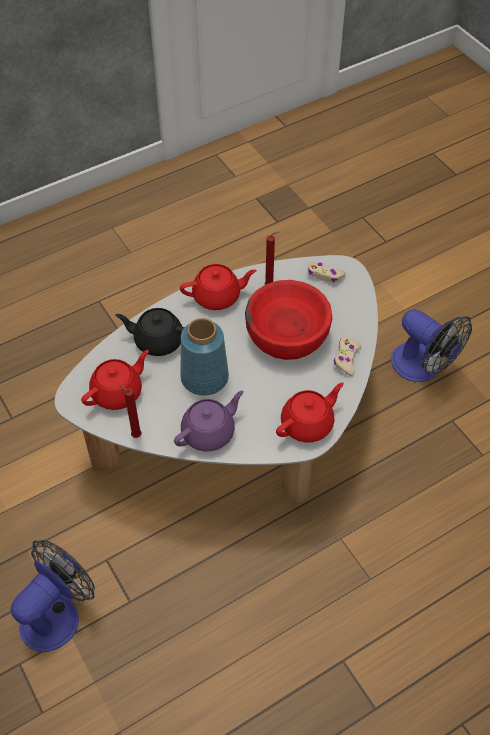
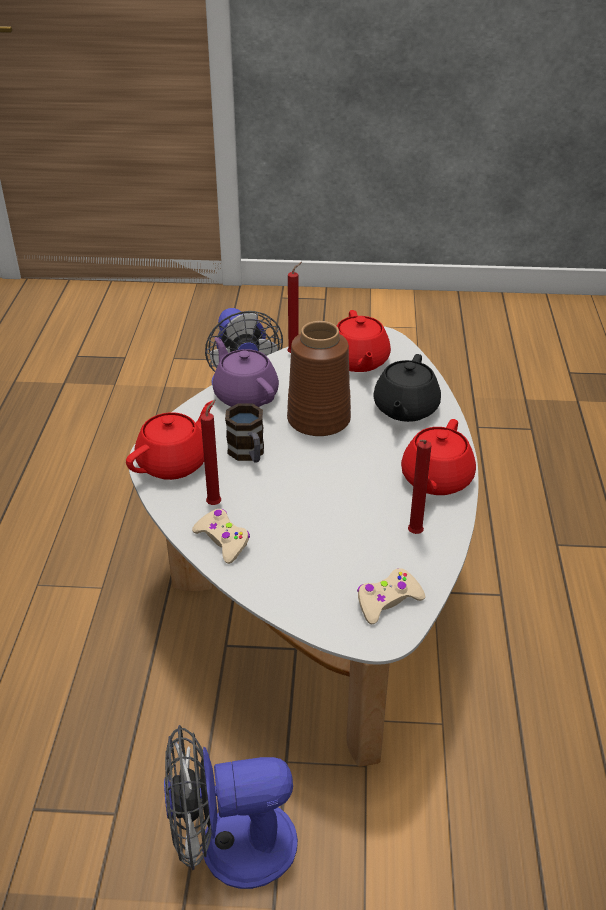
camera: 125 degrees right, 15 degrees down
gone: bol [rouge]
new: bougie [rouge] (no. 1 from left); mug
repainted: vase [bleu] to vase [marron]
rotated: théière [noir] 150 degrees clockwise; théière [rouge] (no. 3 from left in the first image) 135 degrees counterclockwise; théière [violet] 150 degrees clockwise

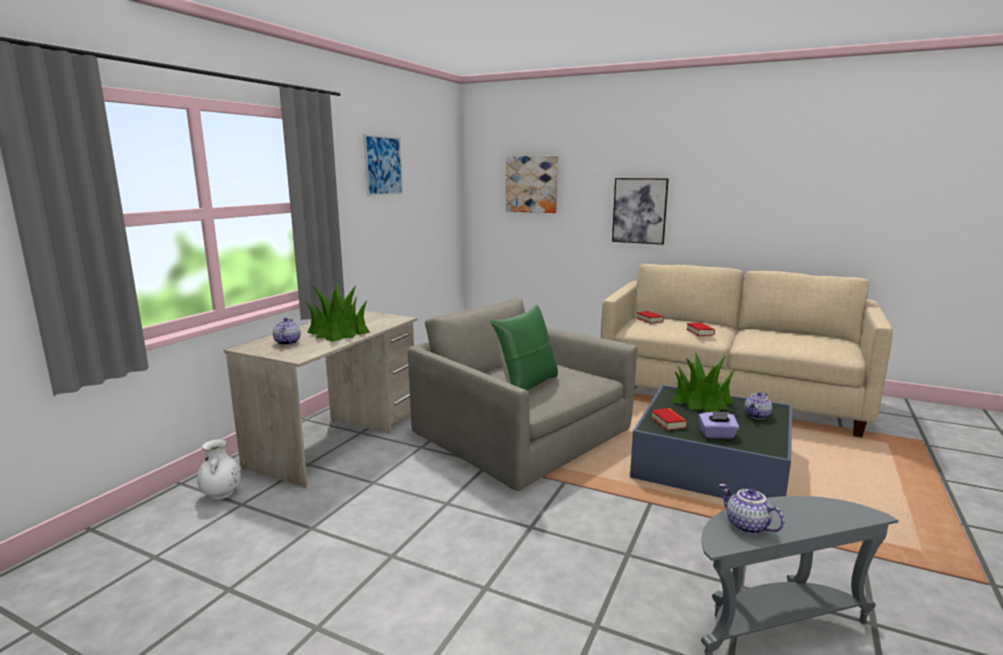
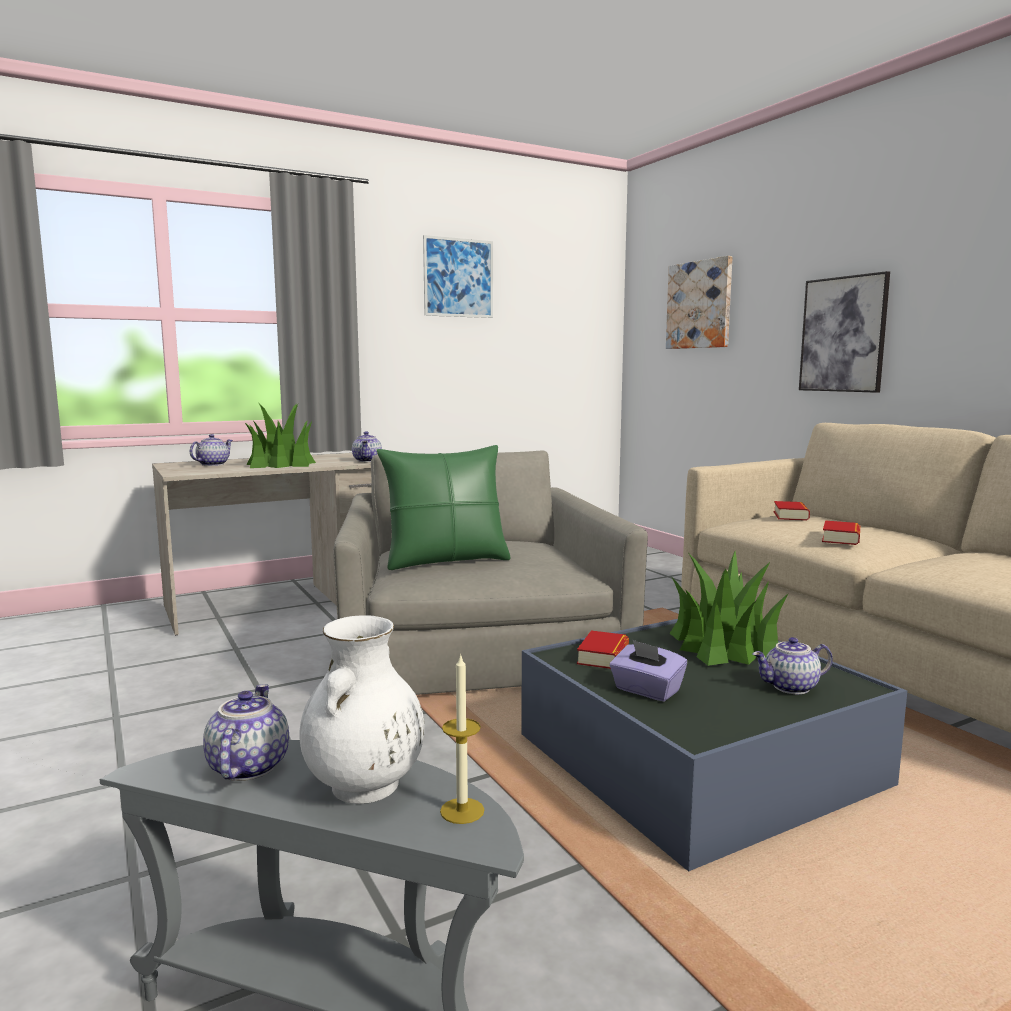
camera: 35 degrees right, 5 degrees down
new: théière (no. 3 from left); bougie
shifted: vase [blanc]

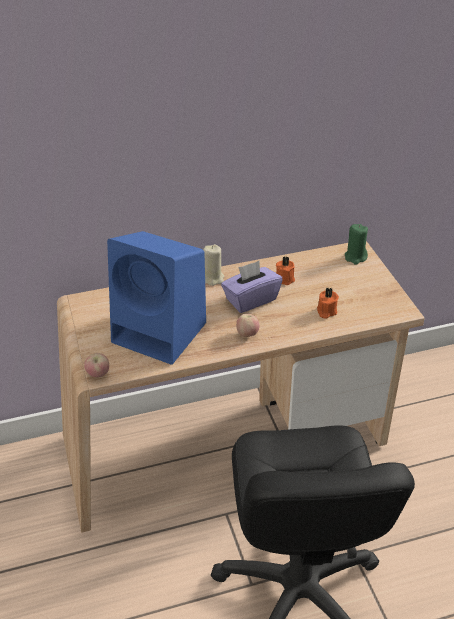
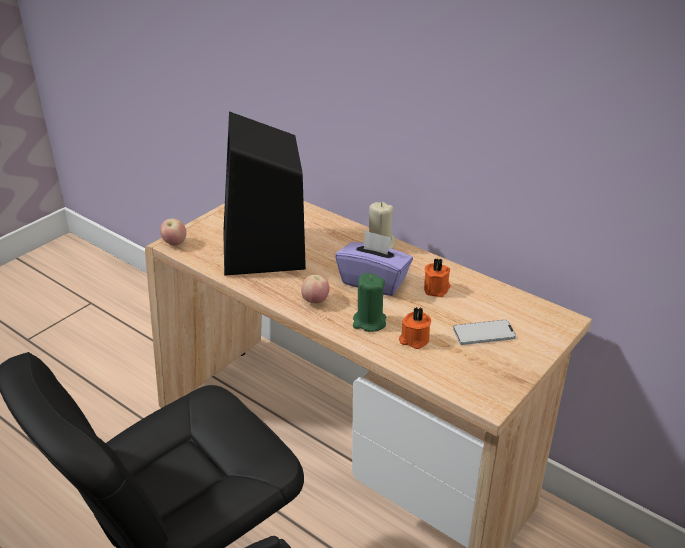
camera: 55 degrees right, 5 degrees down
new: téléphone
shifted: bougie [vert]
repainted: enceinte [bleu] to enceinte [noir]

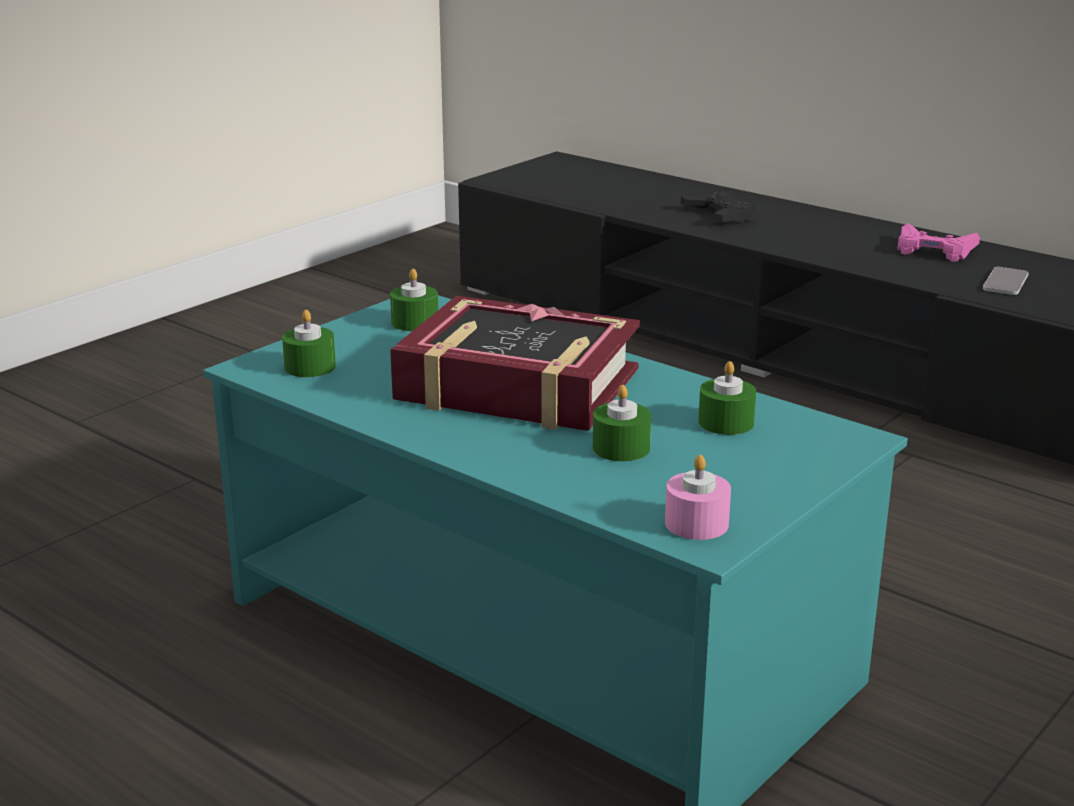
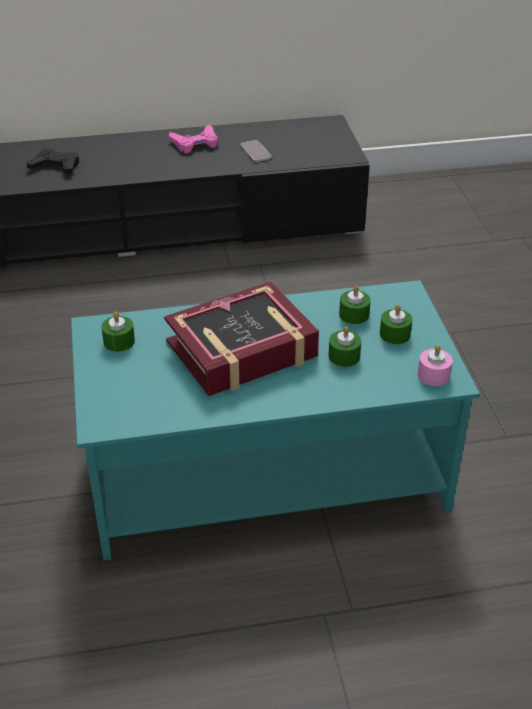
camera: 50 degrees left, 15 degrees up
shifted: bougie [vert] (no. 1 from left in the first image) to bougie [vert] (no. 4 from left)

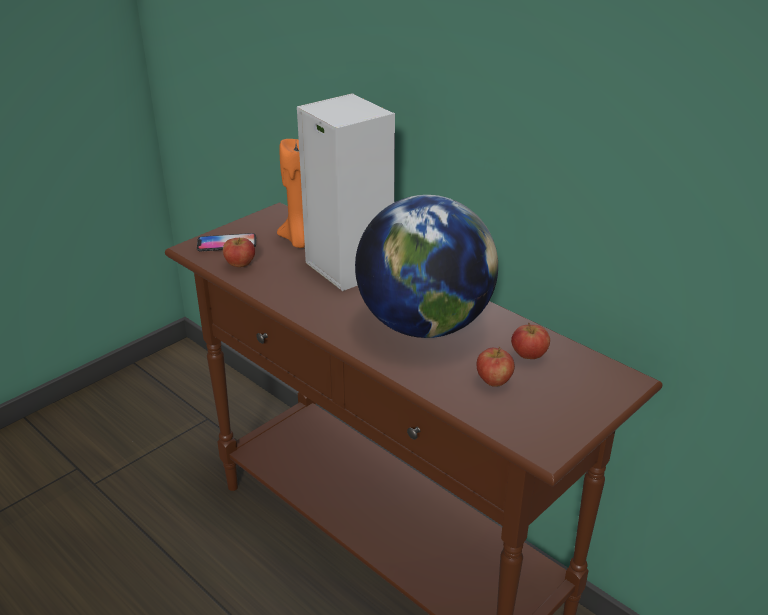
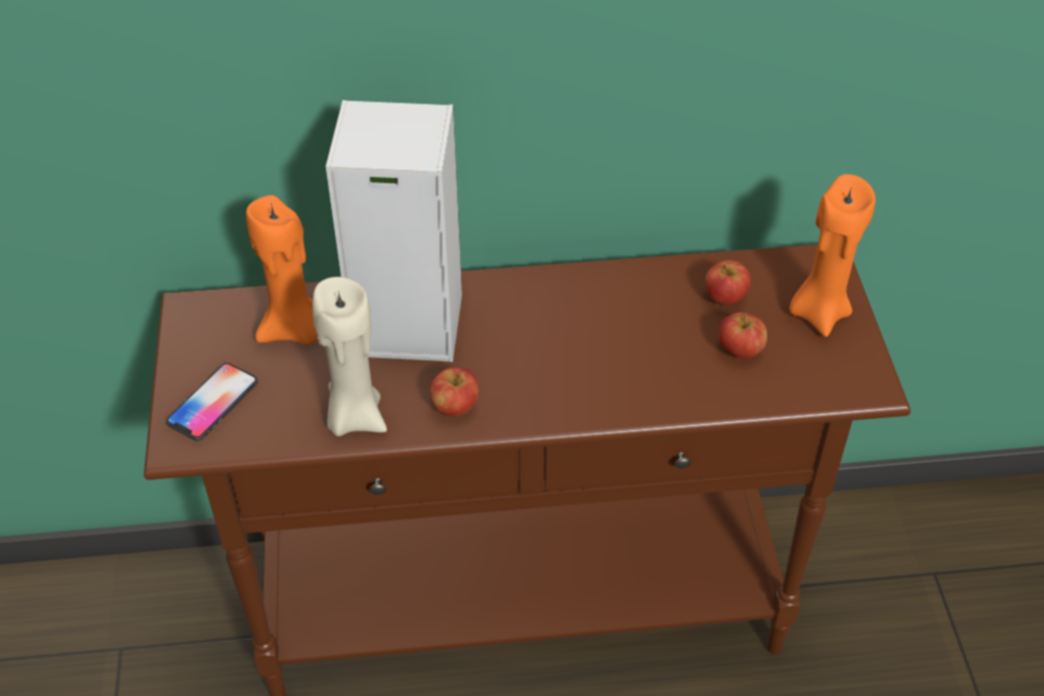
camera: 50 degrees left, 15 degrees up
gone: globe
new: bougie [orange] (no. 2 from left); bougie [beige]
shifted: pomme (no. 1 from left)

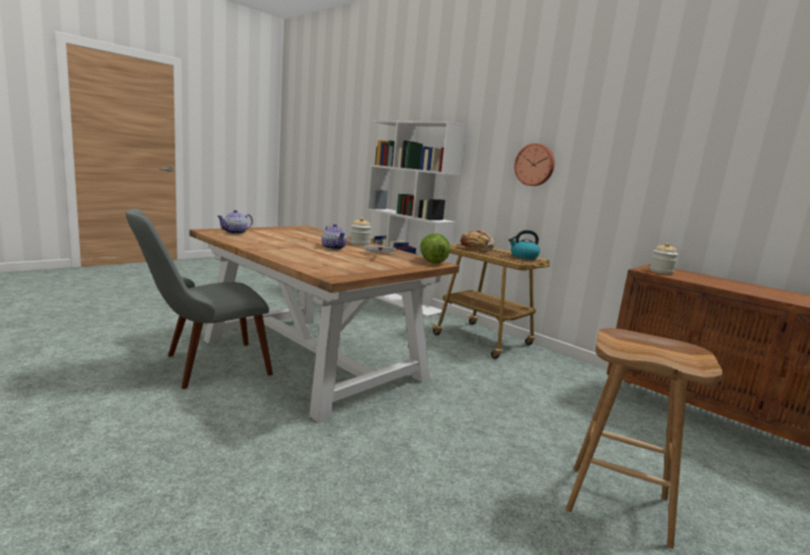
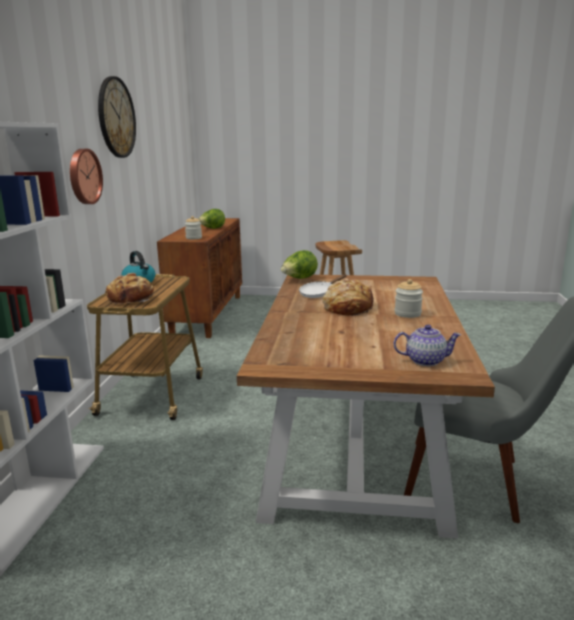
camera: 125 degrees left, 5 degrees up
new: horloge murale (no. 2 from left); laitue (no. 1 from left)
shifted: bocal (no. 1 from left in the first image) to bocal (no. 2 from left)
swapped: théière (no. 2 from left) to pain (no. 2 from left)

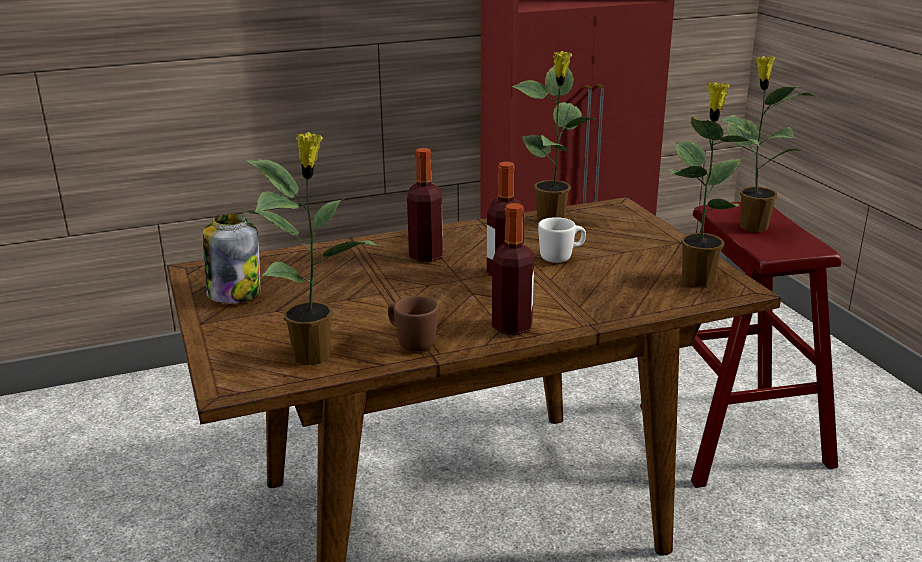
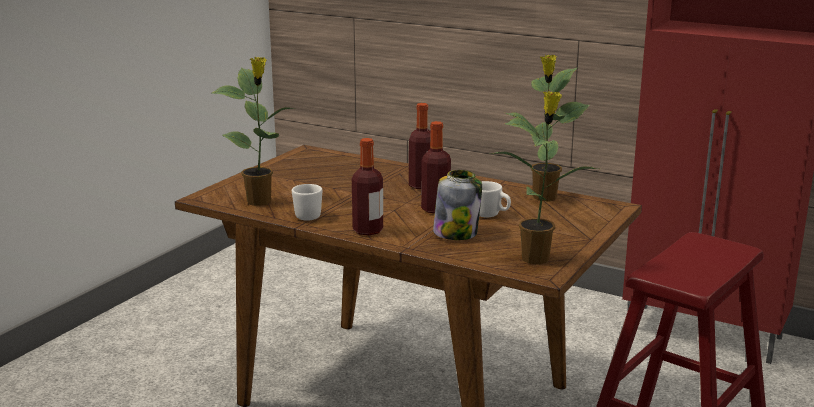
camera: 50 degrees right, 5 degrees down
gone: plante en pot (no. 4 from left)
shifted: bocal
repainted: mug [marron] to mug [blanc] (no. 1 from left)

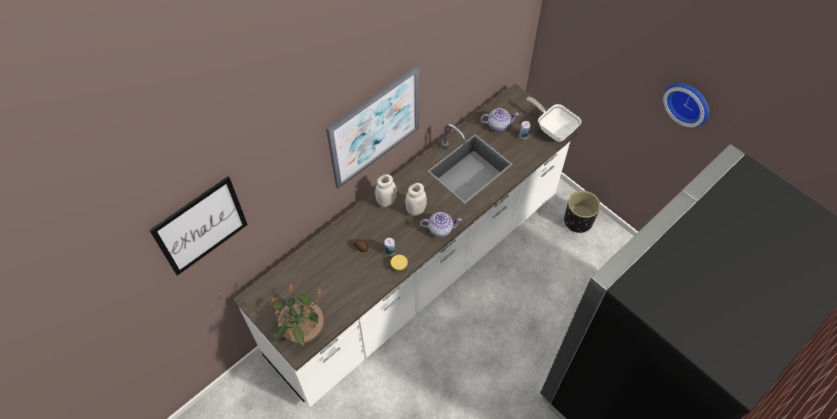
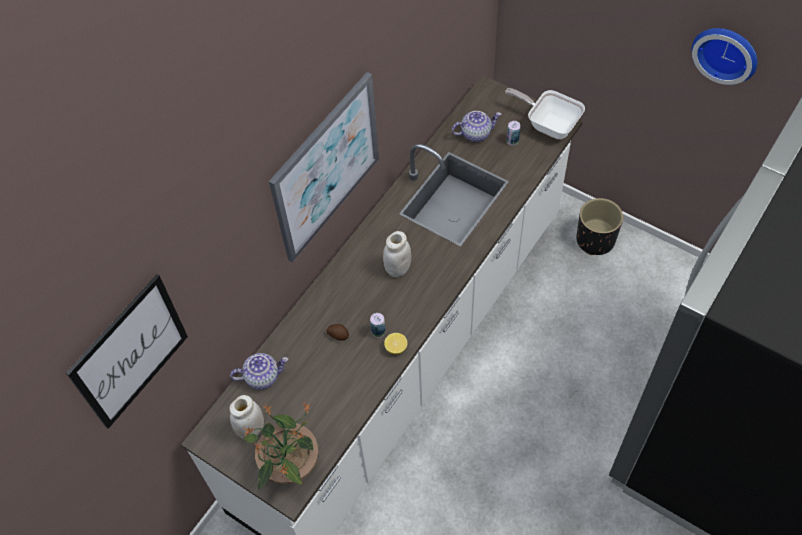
camera: 10 degrees left, 0 degrees up
shifted: bocal [blanc] (no. 1 from left); théière (no. 1 from left)

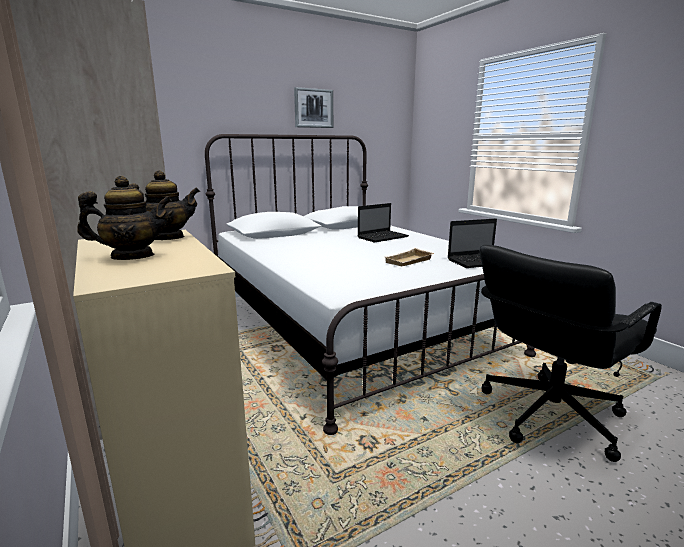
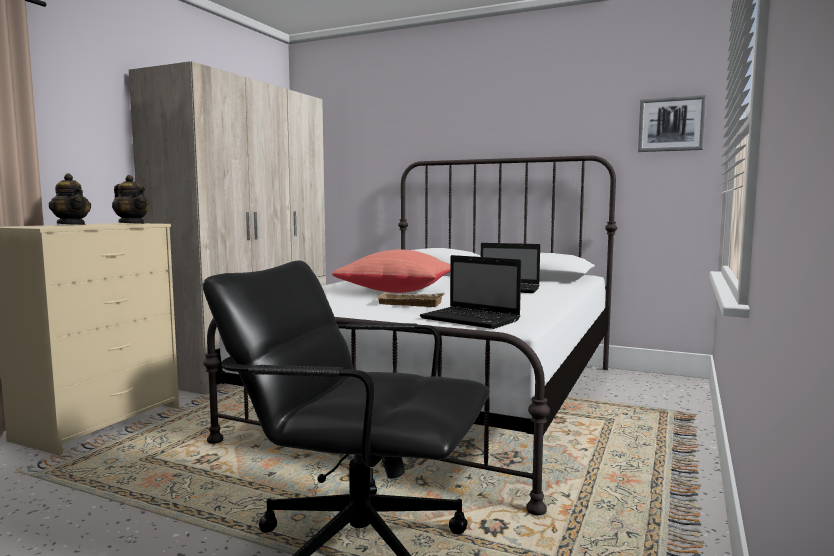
camera: 55 degrees right, 10 degrees down
new: coussin [rouge]
shifted: tableau

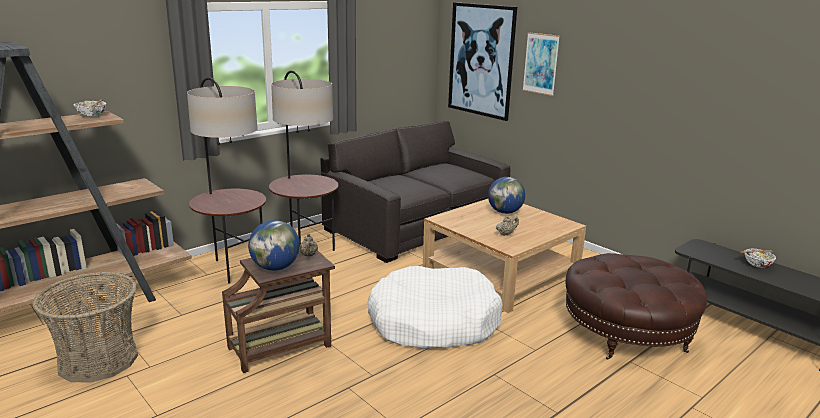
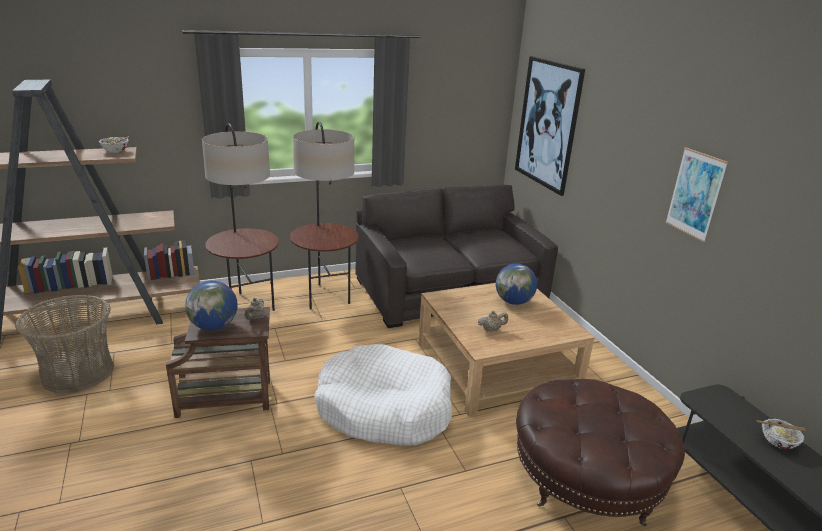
camera: 20 degrees right, 5 degrees up
shifted: tableau (no. 2 from left)

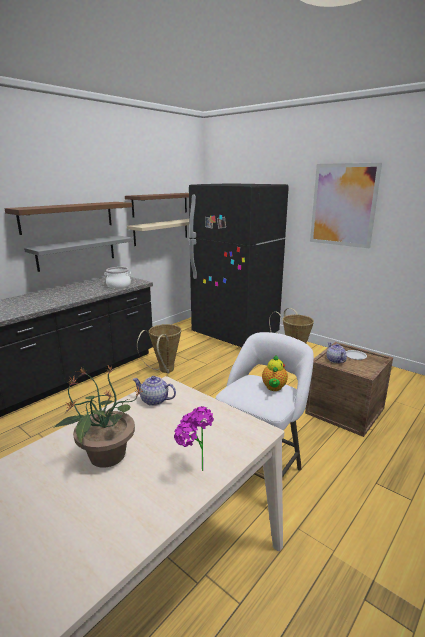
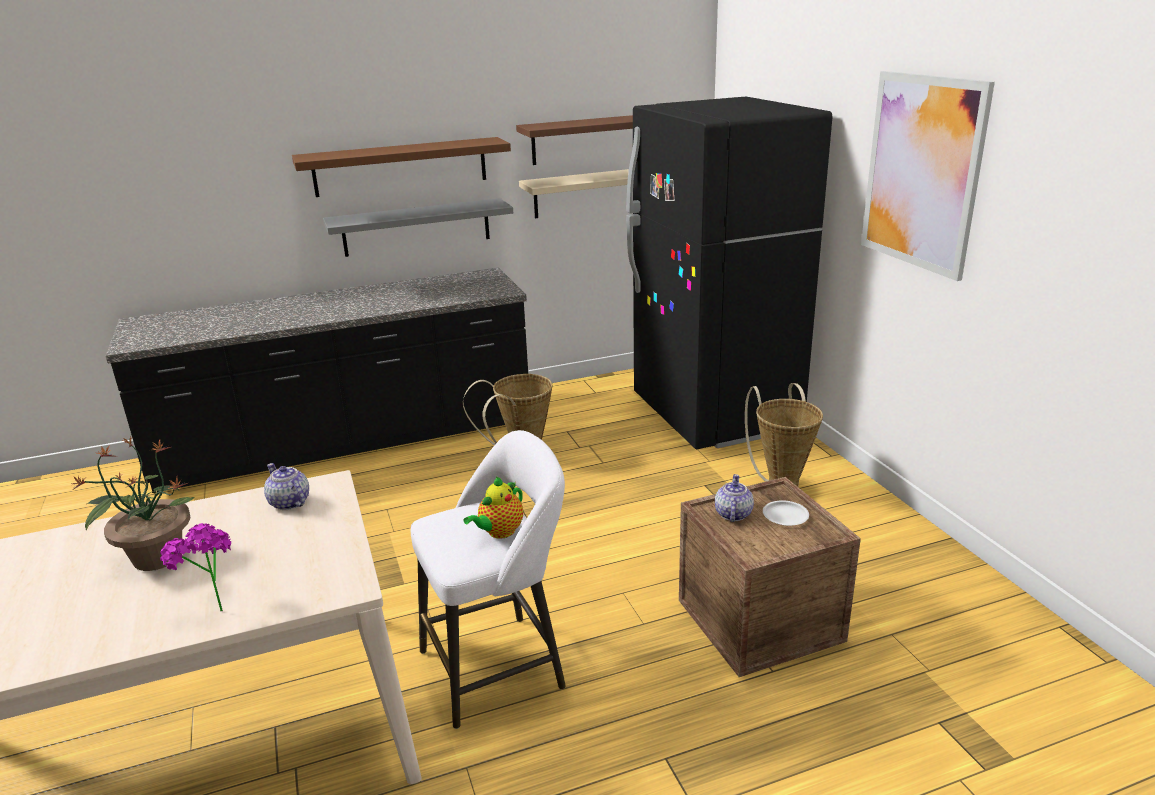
camera: 30 degrees right, 5 degrees up
gone: marmite

